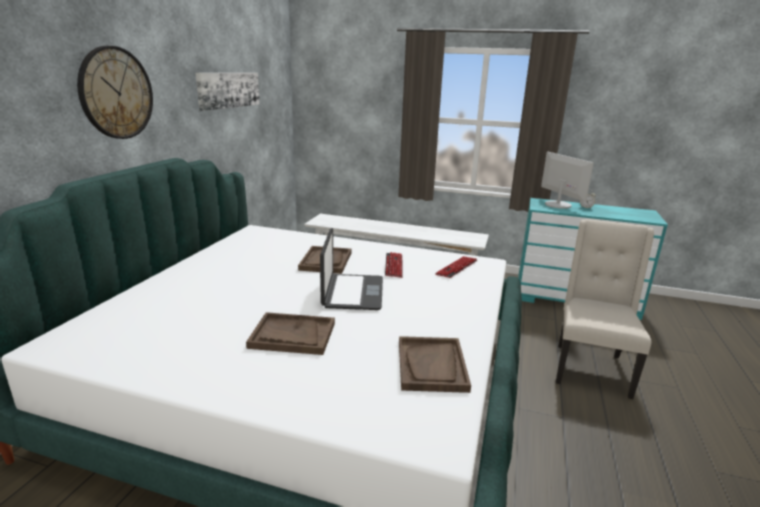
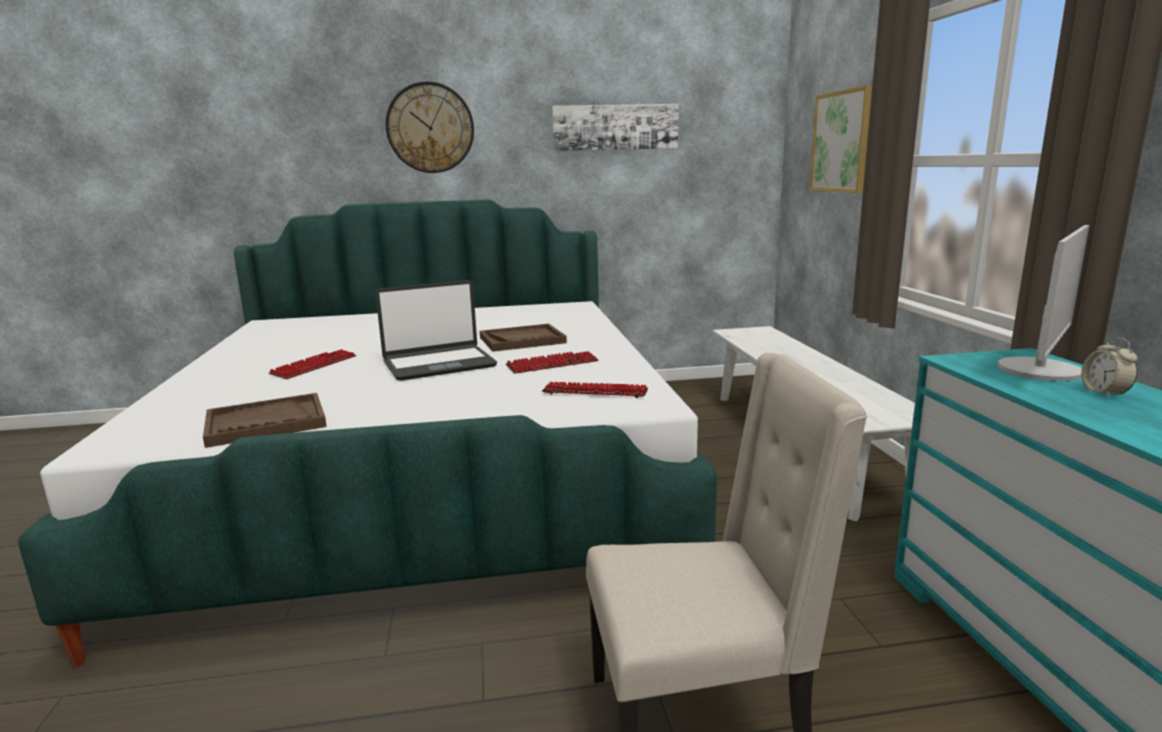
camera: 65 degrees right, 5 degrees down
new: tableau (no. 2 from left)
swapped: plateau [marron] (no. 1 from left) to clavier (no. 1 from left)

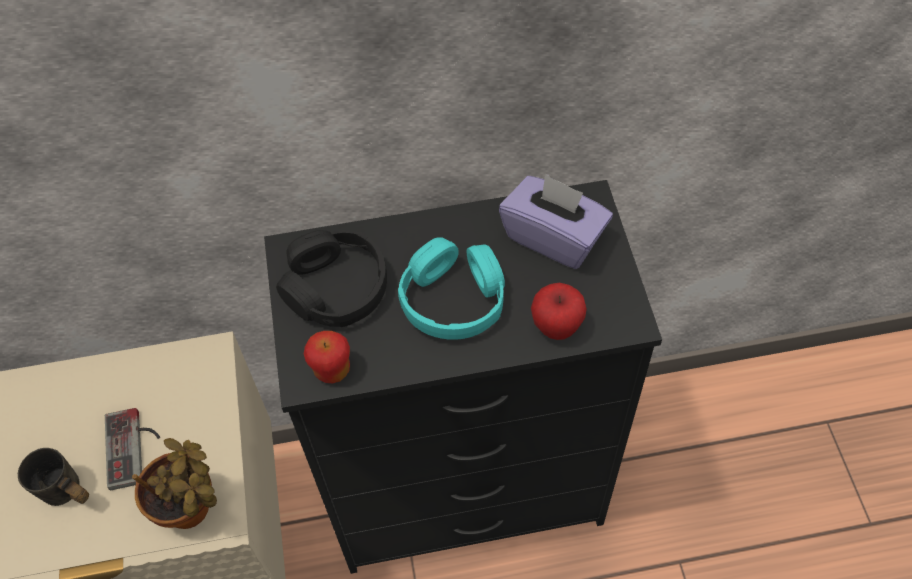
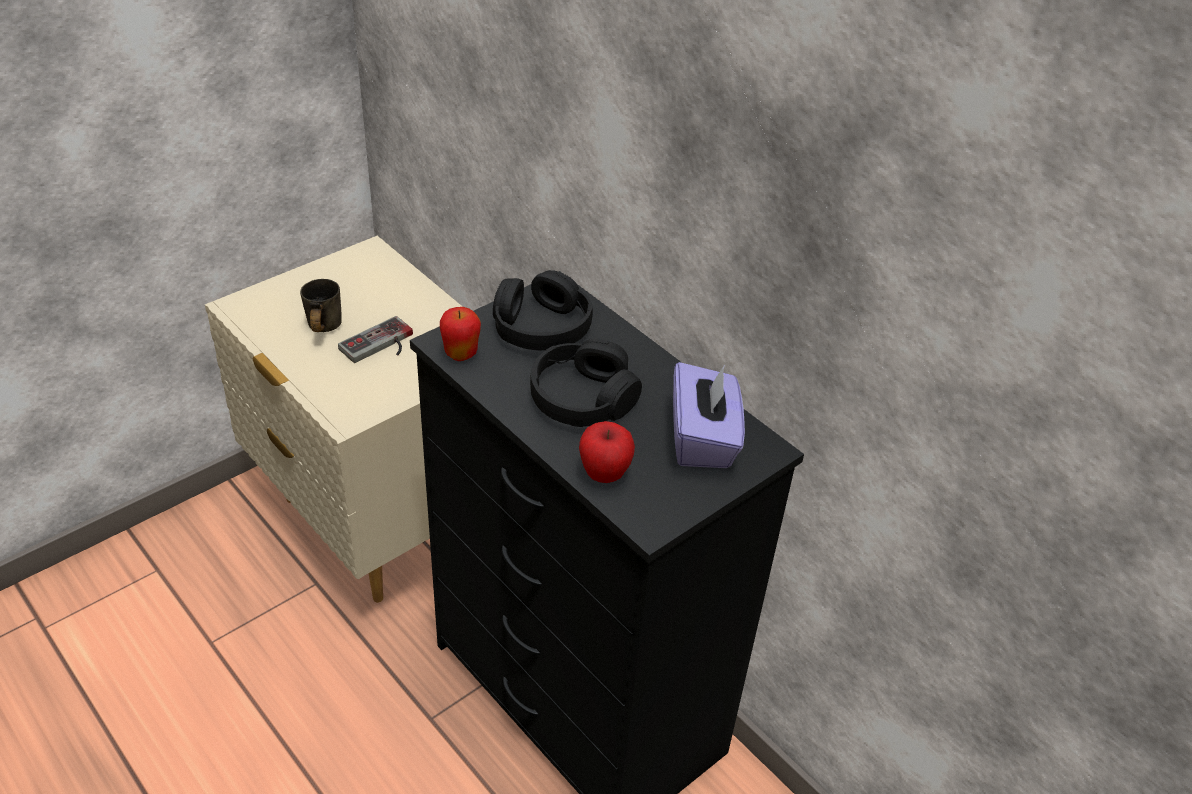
camera: 55 degrees right, 15 degrees down
gone: plante en pot
repainted: casque audio [turquoise] to casque audio [noir] (no. 2 from left)

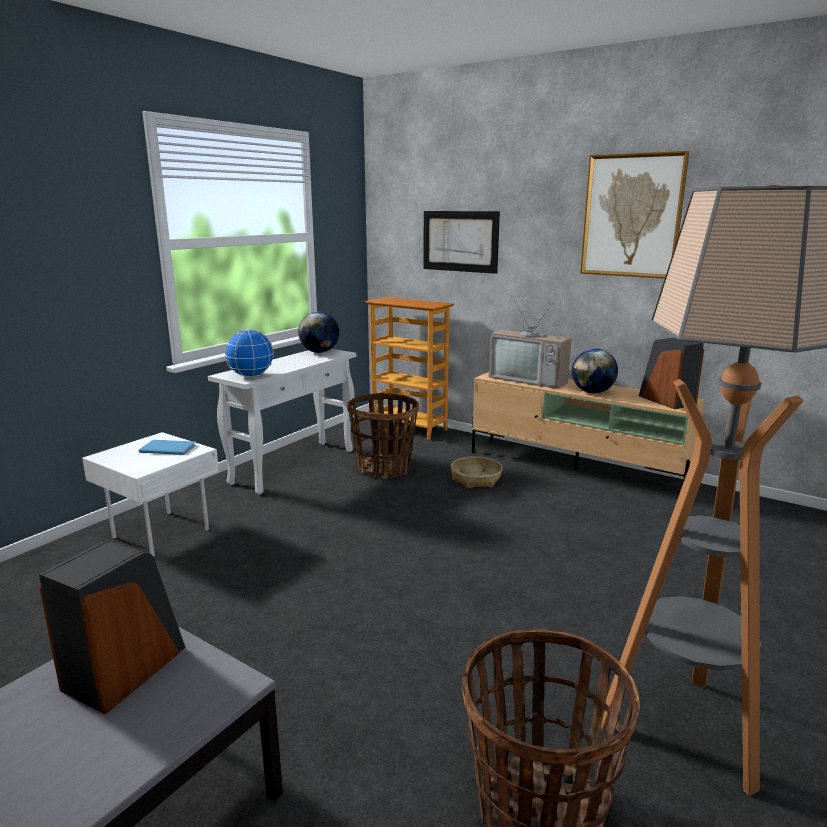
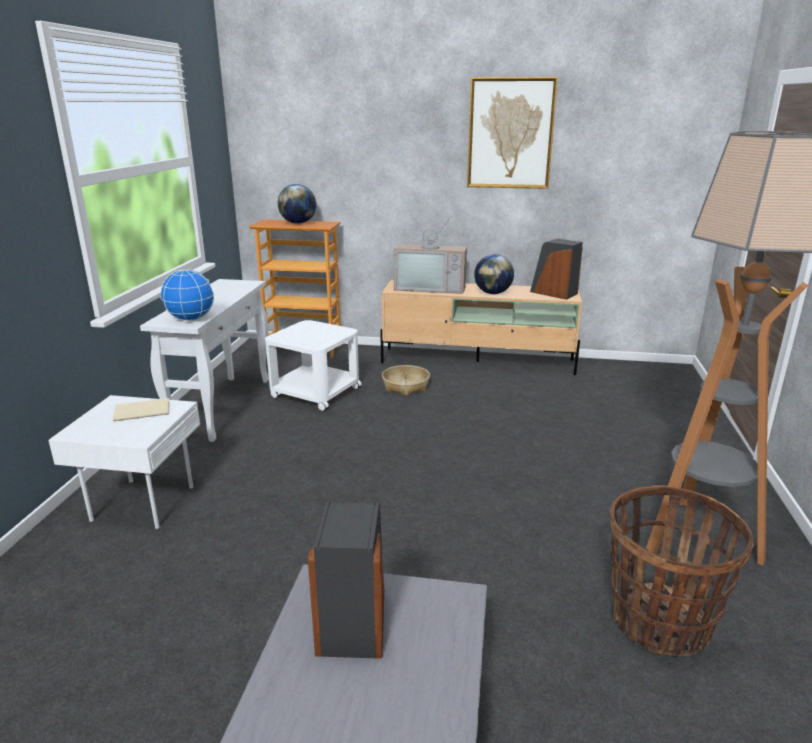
camera: 25 degrees left, 5 degrees up
gone: tableau (no. 1 from left)
shifted: globe (no. 2 from left)
swapped: panier (no. 1 from left) to table d'appoint [blanc] (no. 2 from left)
repainted: livre [bleu] to livre [beige]

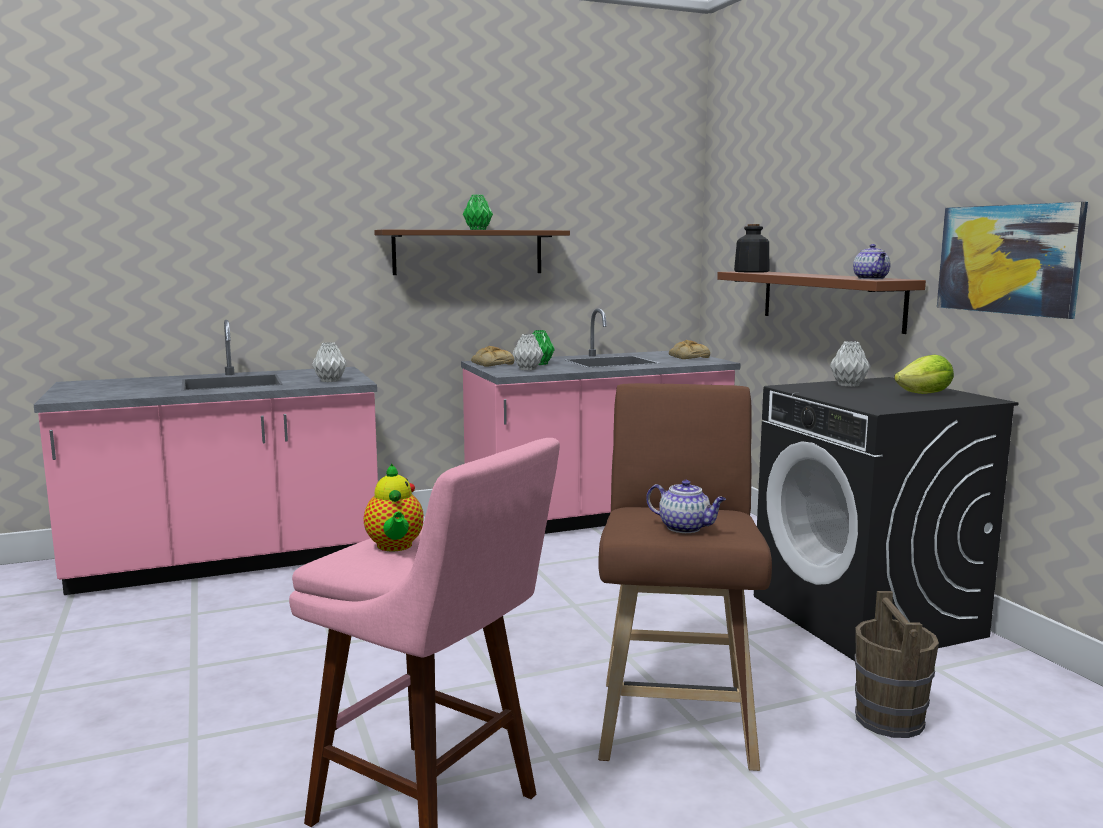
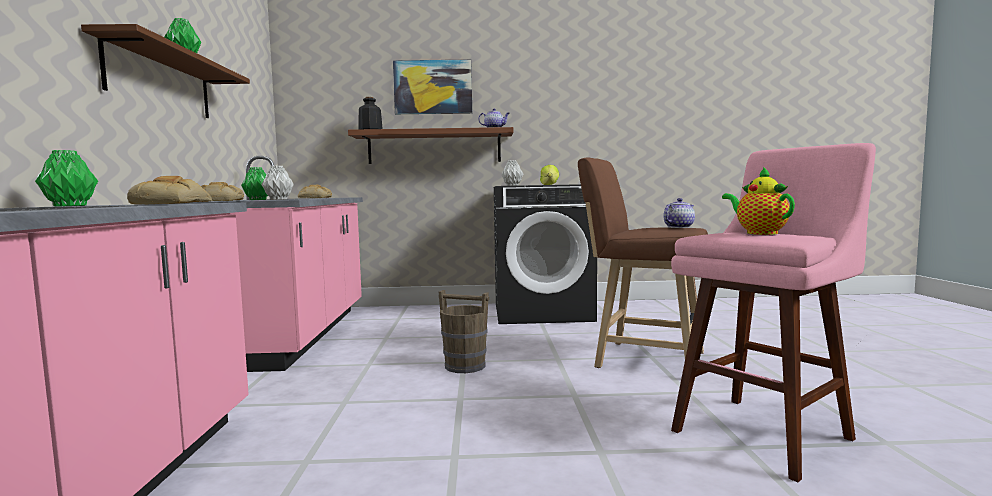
camera: 70 degrees left, 5 degrees down
new: vase [vert] (no. 1 from left)
shifted: tableau; seau [marron]
swapped: vase [gris] (no. 1 from left) to pain (no. 1 from left)
rotated: théière (no. 1 from left in the first image) 120 degrees counterclockwise

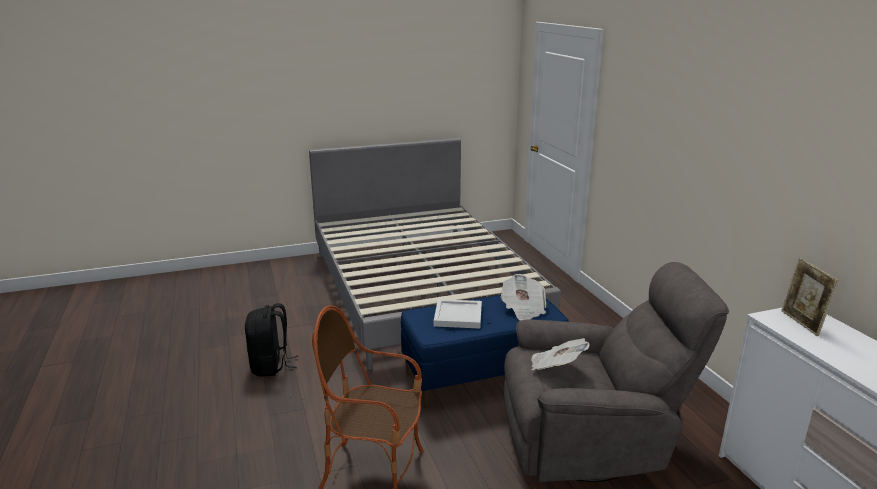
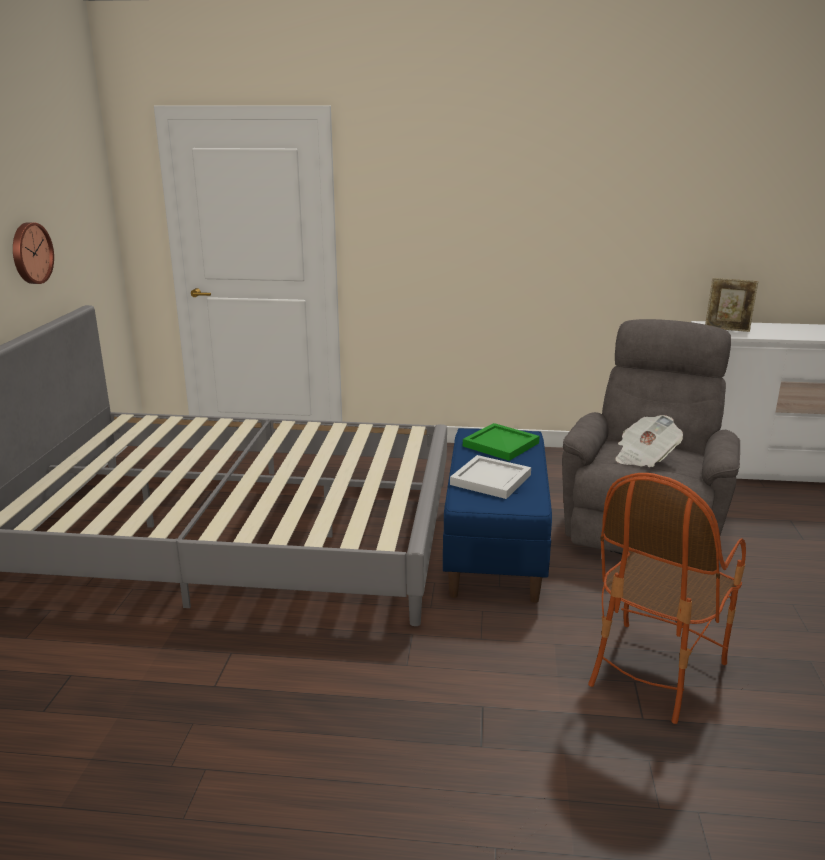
camera: 65 degrees left, 0 degrees up
gone: sac à dos [noir]
new: horloge murale
swapped: journal (no. 1 from left) to plateau [vert]

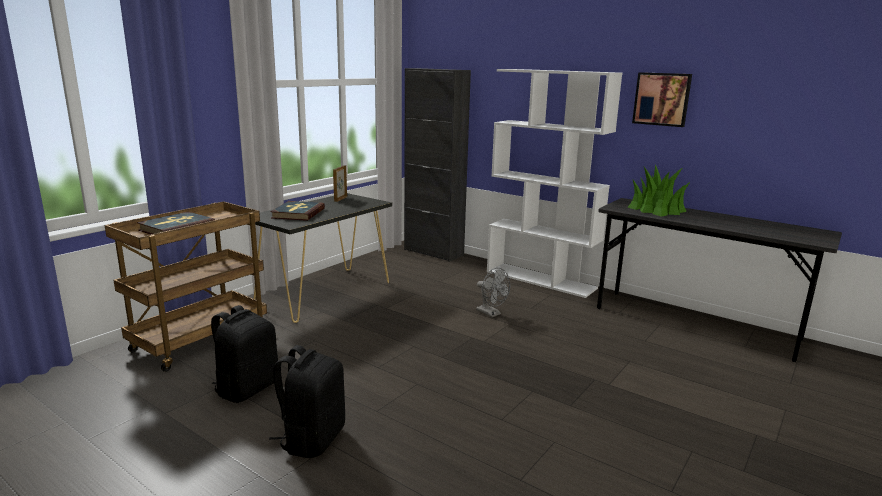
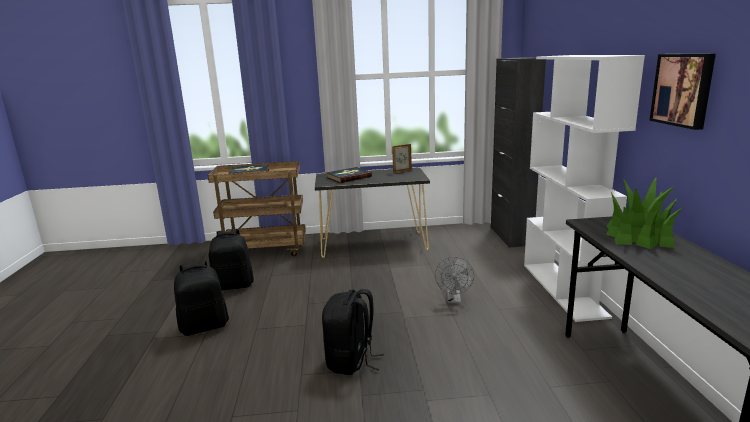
camera: 50 degrees right, 0 degrees up
new: sac à dos [noir] (no. 3 from left)

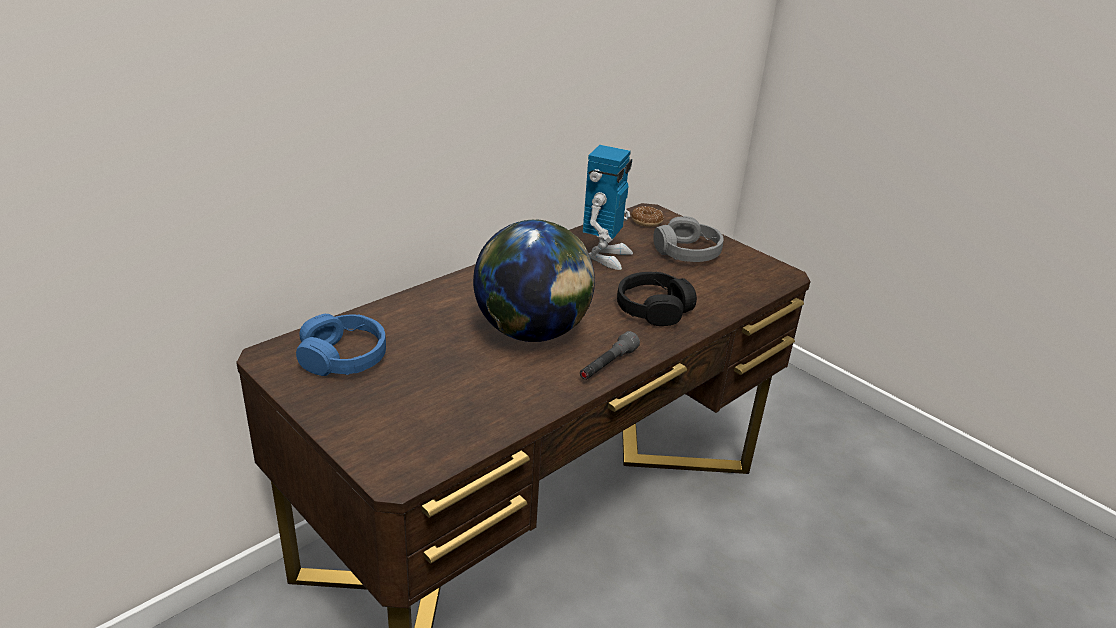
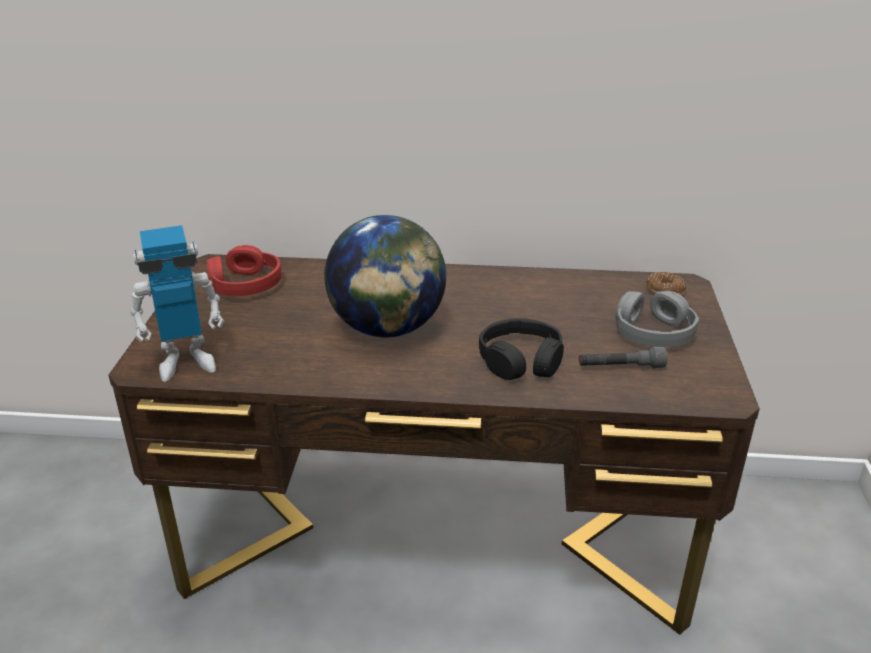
camera: 50 degrees right, 0 degrees up
shifted: robot jouet; lampe de poche [gris]
repainted: casque audio [bleu] to casque audio [rouge]

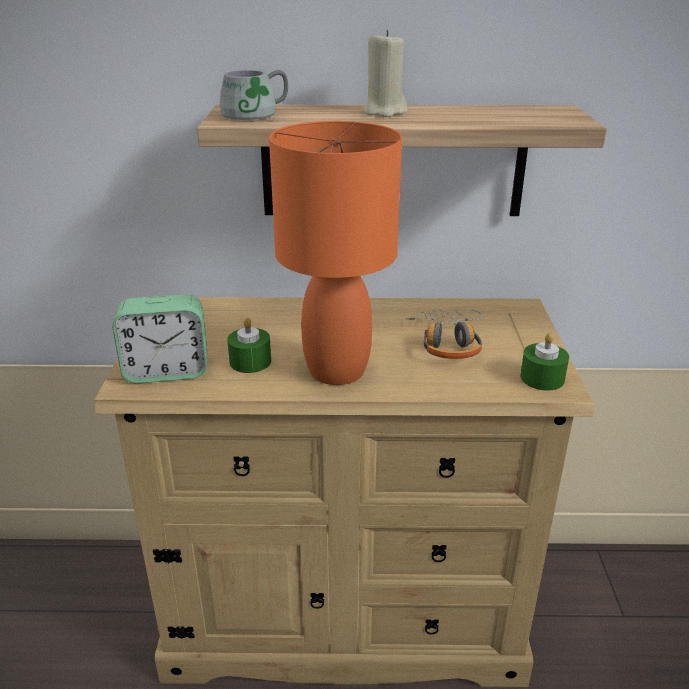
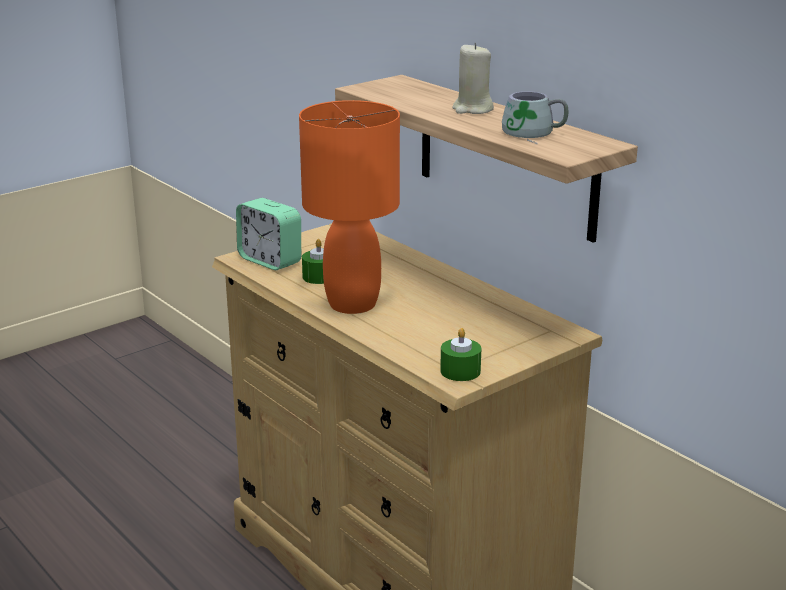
camera: 50 degrees right, 5 degrees down
gone: casque audio
shifted: mug [gris]

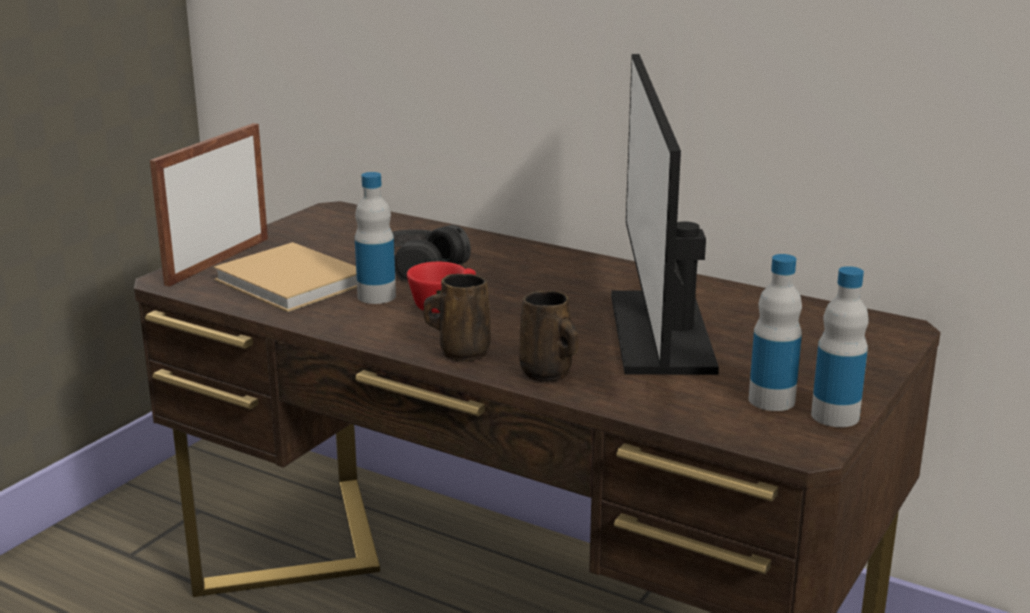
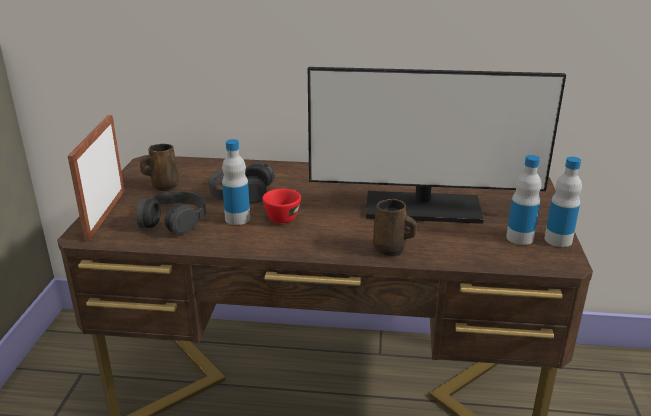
camera: 25 degrees left, 5 degrees up
shifted: mug [marron] (no. 1 from left)
swapped: livre [beige] to casque audio [noir] (no. 1 from left)
rotated: écran d'ordinateur 60 degrees counterclockwise

